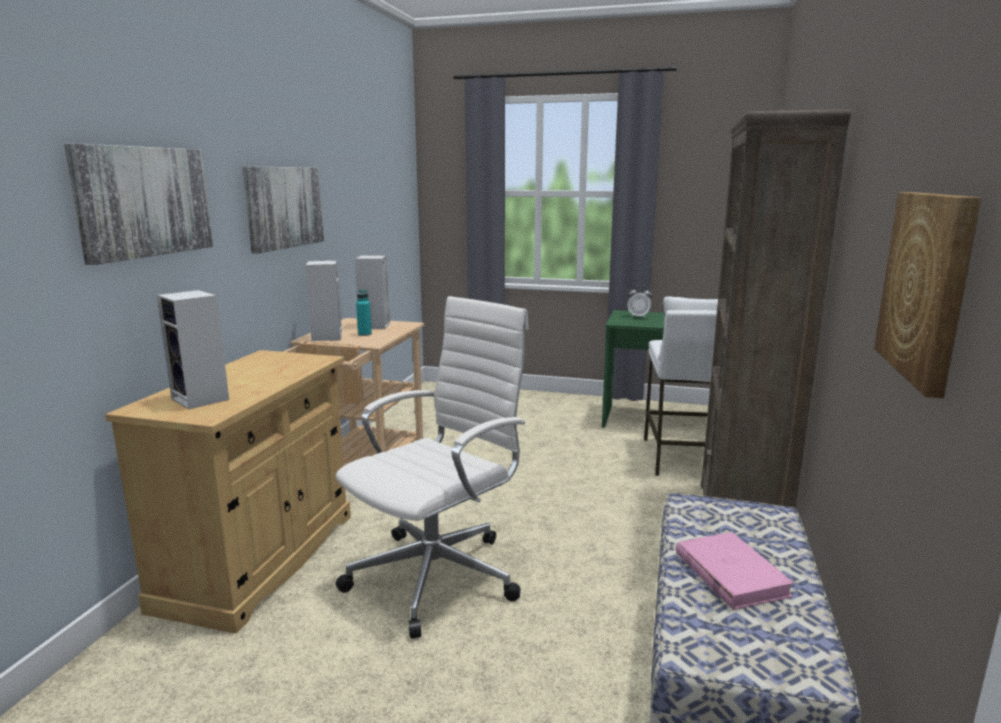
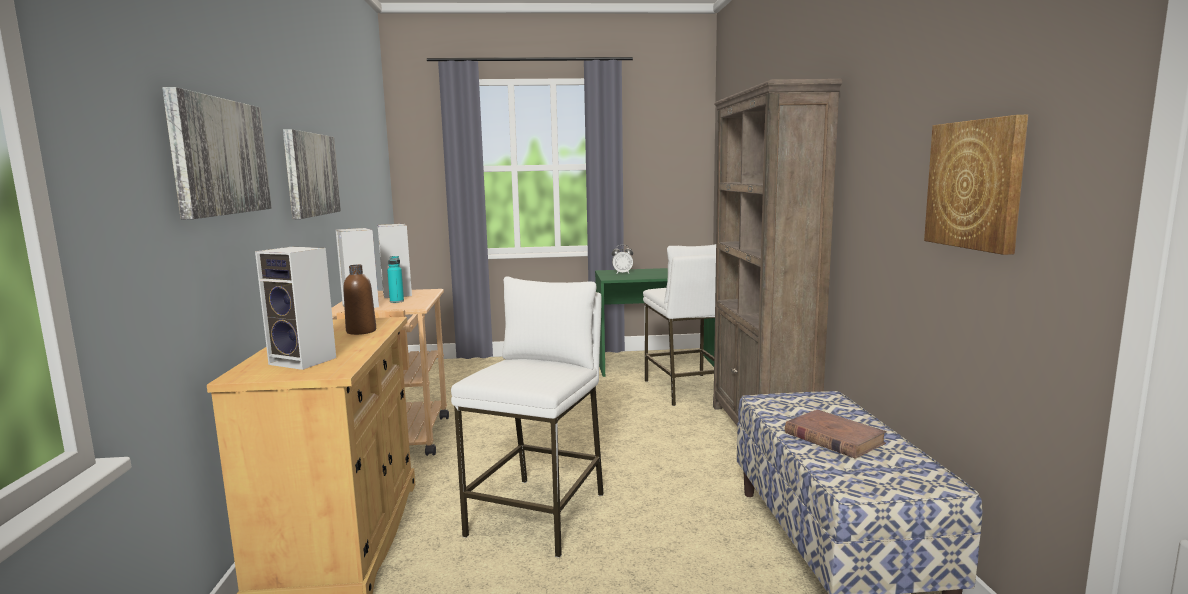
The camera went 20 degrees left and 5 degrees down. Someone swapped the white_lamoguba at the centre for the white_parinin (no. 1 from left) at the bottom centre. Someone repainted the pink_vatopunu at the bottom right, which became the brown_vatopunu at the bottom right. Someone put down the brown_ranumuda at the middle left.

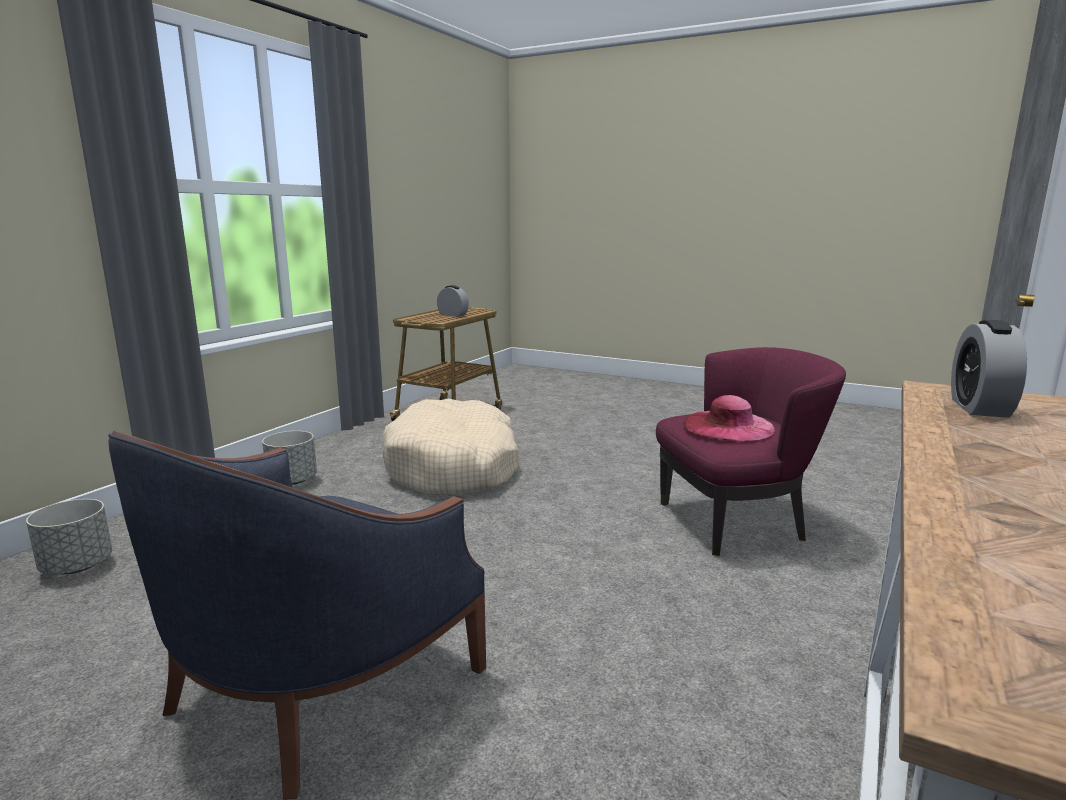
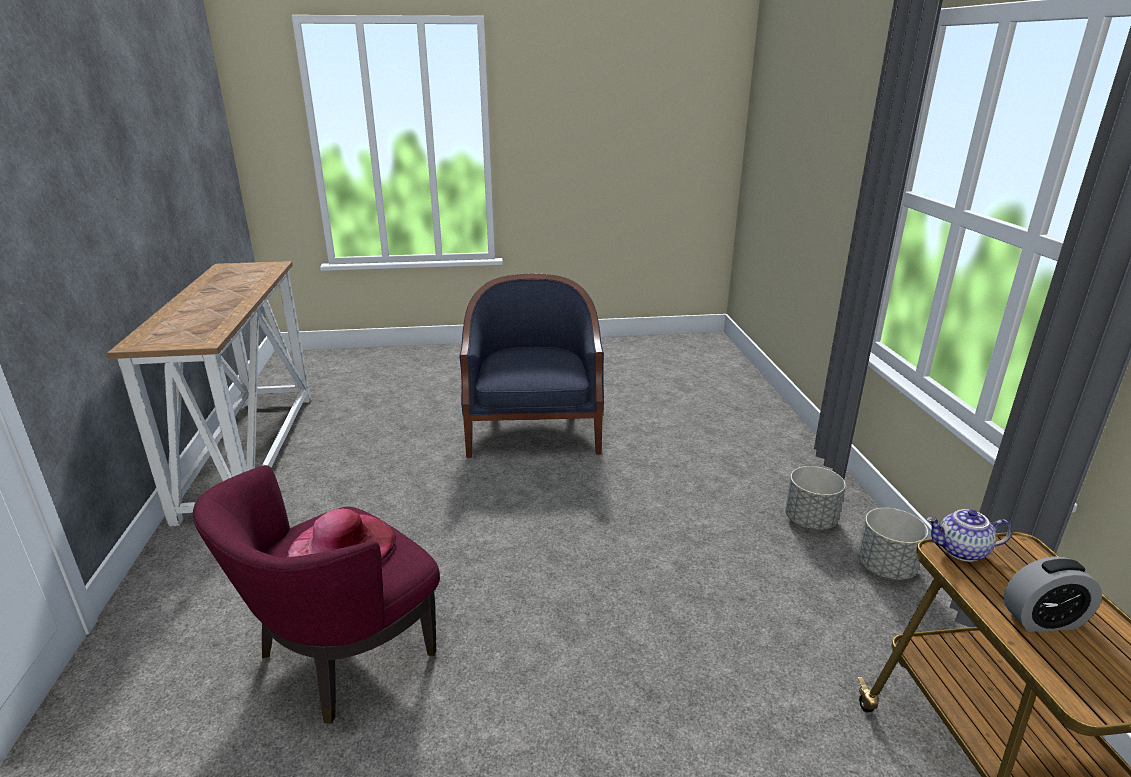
The camera went 145 degrees right and 10 degrees up. Someone carried the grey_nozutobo (no. 1 from left in the first image) from the bottom left to the bottom right. Someone took away the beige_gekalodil at the centre. Someone took away the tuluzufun (no. 2 from left) at the middle right. Someone put down the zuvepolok at the bottom right.

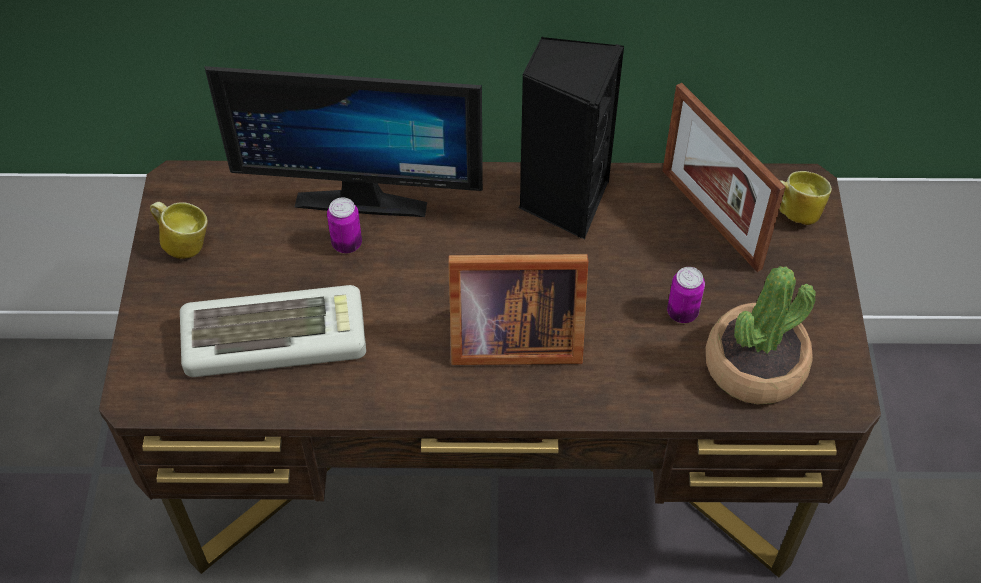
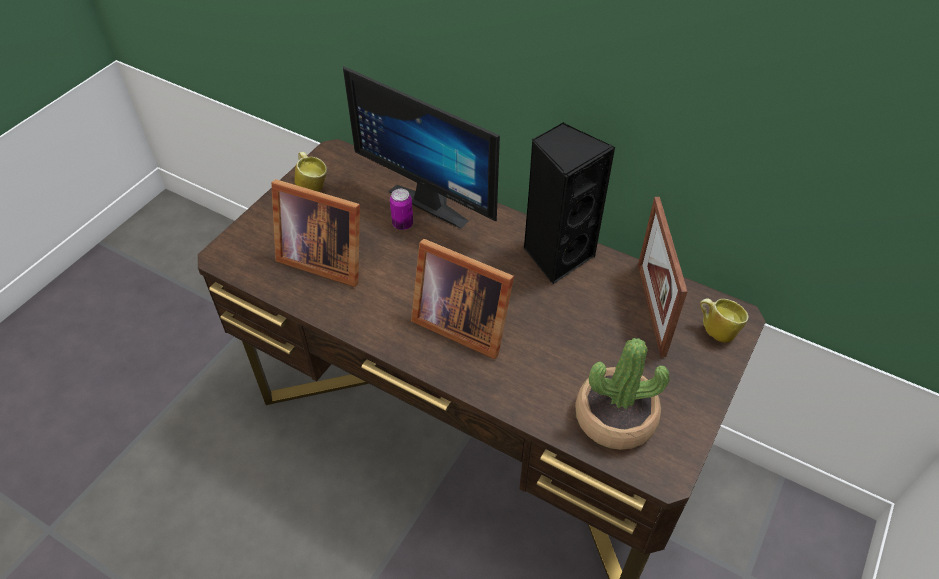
The camera went 30 degrees right and 5 degrees down. Someone swapped the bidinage at the middle left for the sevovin (no. 1 from left) at the centre. Someone took away the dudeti (no. 2 from left) at the middle right.

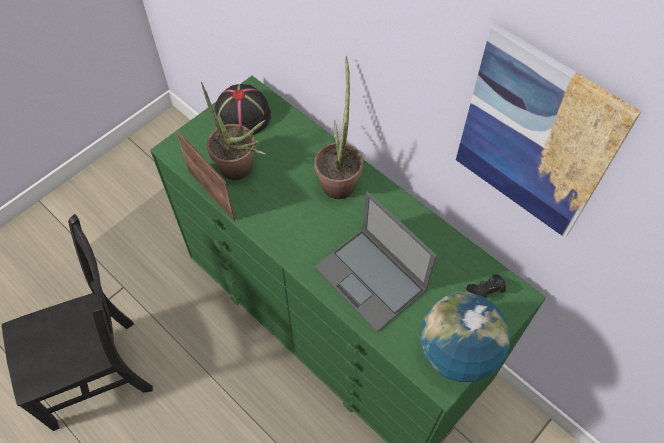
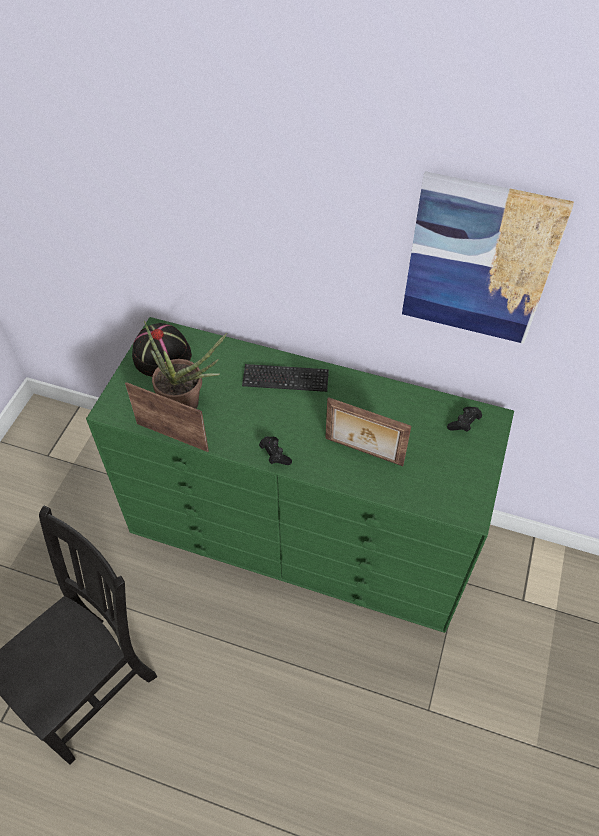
The camera went 25 degrees left and 5 degrees down. Someone swapped the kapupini (no. 2 from left) at the top centre for the bidinage at the centre. Someone swapped the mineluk at the centre for the sevovin (no. 2 from left) at the centre. Someone took away the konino at the bottom right. Someone put down the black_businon (no. 1 from left) at the centre.

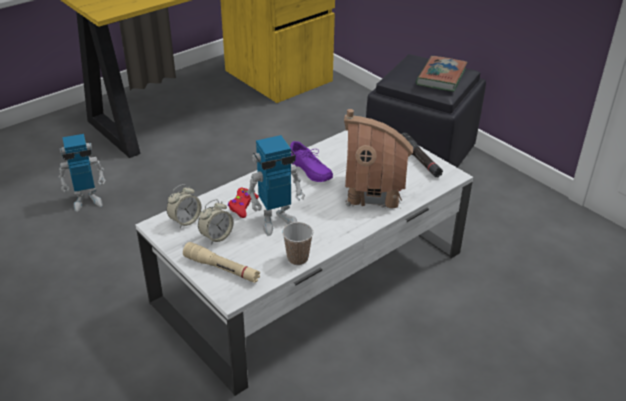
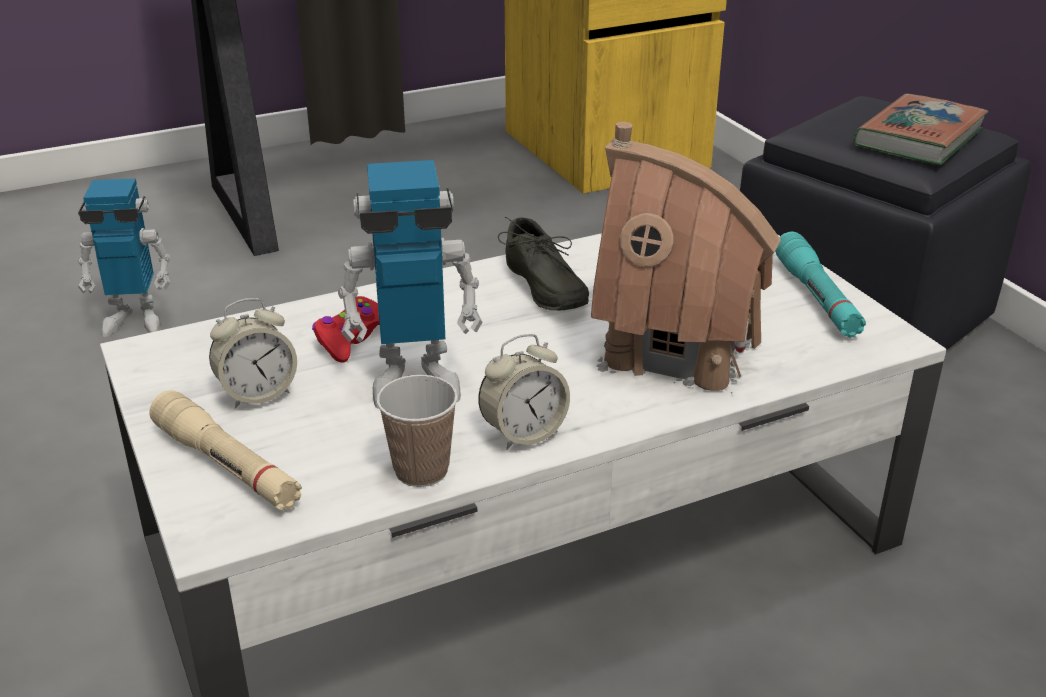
The camera went 15 degrees right and 5 degrees down. Someone carried the tuluzufun (no. 1 from left in the first image) from the middle left to the centre. Someone repainted the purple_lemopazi at the centre, which became the grey_lemopazi at the centre. Someone repainted the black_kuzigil at the middle right, which became the turquoise_kuzigil at the middle right.

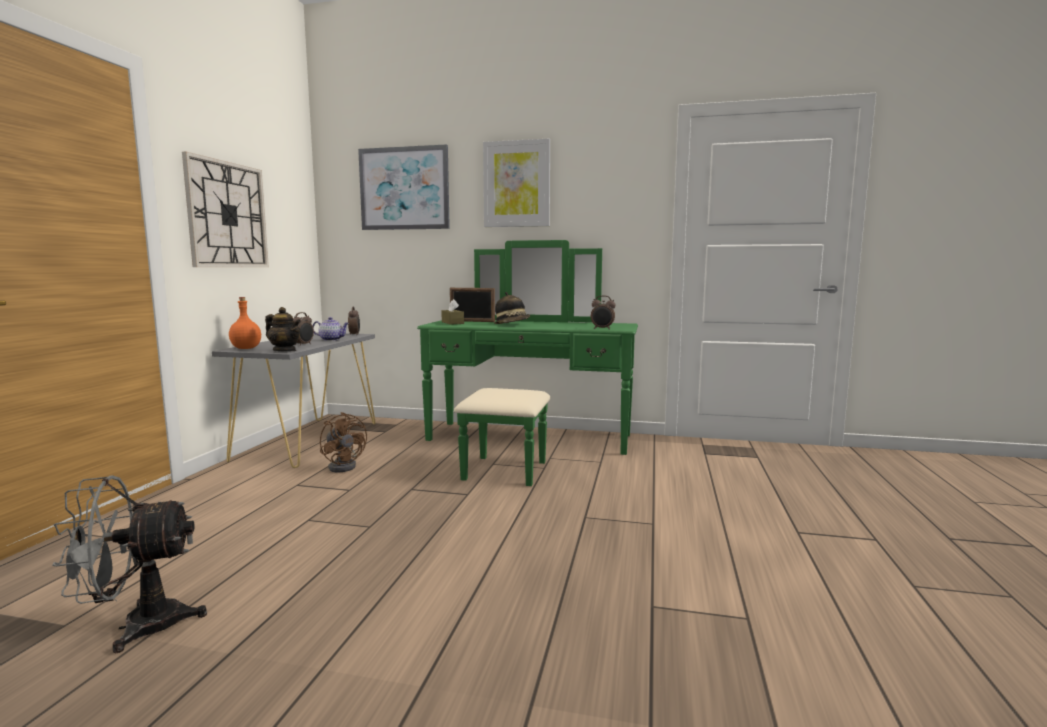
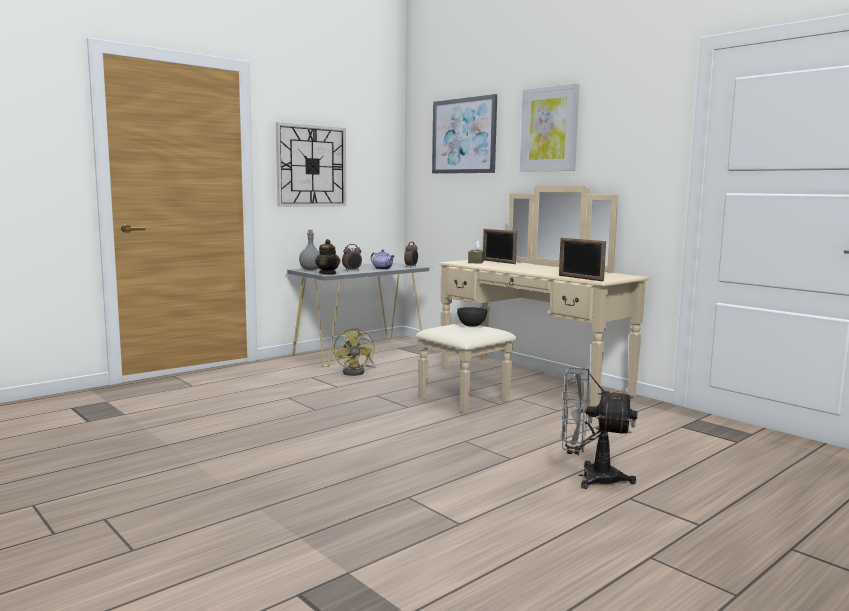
The camera went 35 degrees right and 0 degrees up. Someone carried the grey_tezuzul from the bottom left to the bottom right. Someone repainted the orange_ranumuda at the middle left, which became the grey_ranumuda at the centre. Someone repainted the brown_tezuzul at the middle left, which became the yellow_tezuzul at the centre. Someone repainted the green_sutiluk at the centre, which became the beige_sutiluk at the centre. Someone took away the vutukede at the centre. Someone swapped the tuluzufun (no. 3 from left) at the centre for the sevovin (no. 2 from left) at the middle right. Someone put down the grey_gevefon at the centre.

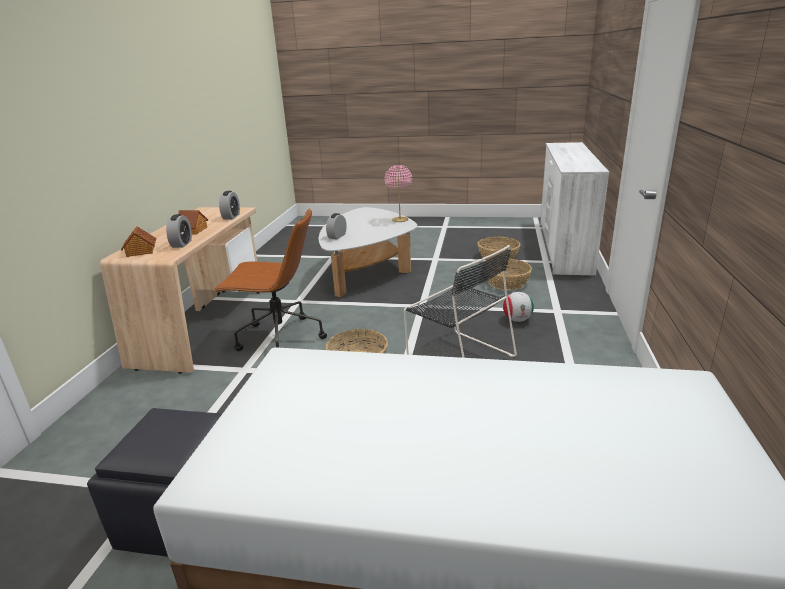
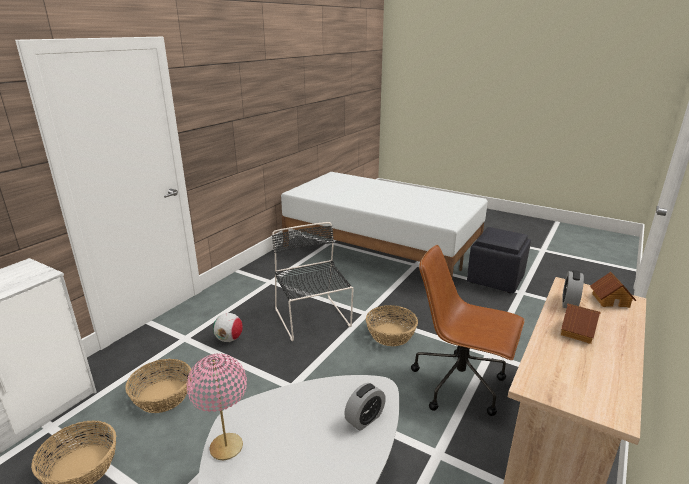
The camera went 160 degrees left and 0 degrees up. Someone took away the tuluzufun (no. 2 from left) at the middle left.

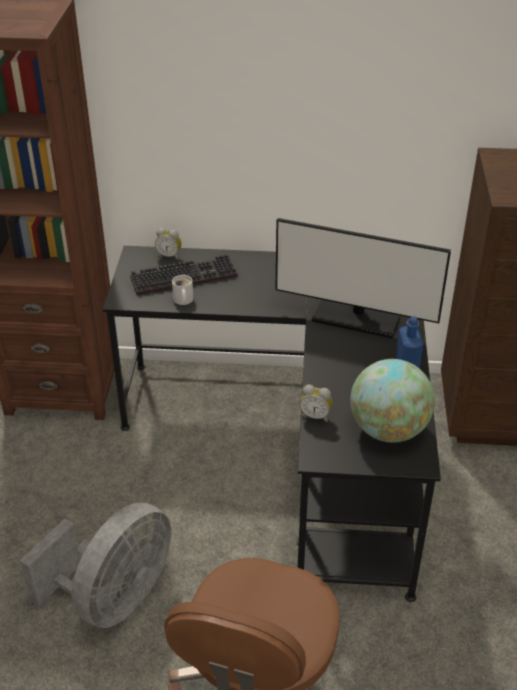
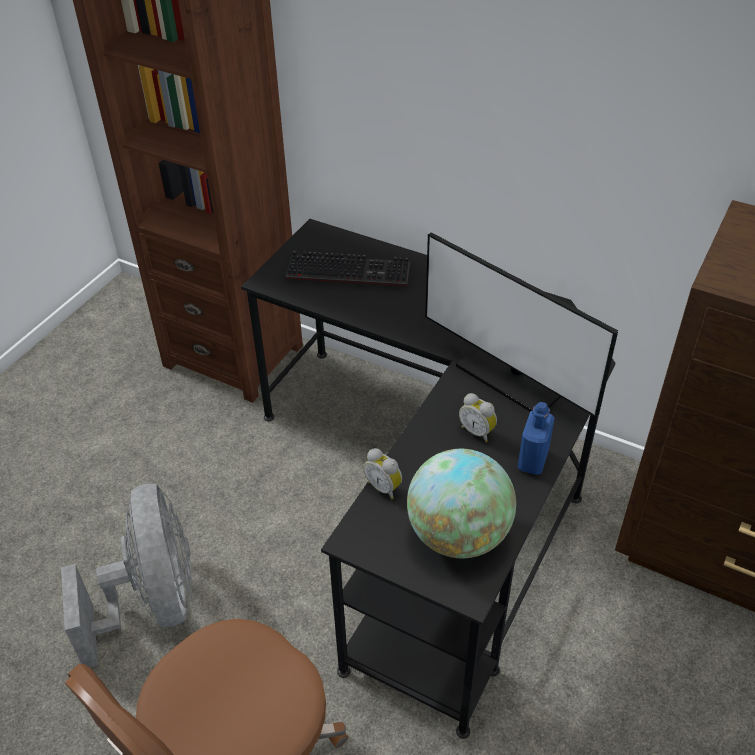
The camera went 25 degrees right and 5 degrees up. Someone rotated the grey_tezuzul at the bottom left by 75 degrees counterclockwise. Someone carried the tuluzufun (no. 1 from left in the first image) from the middle left to the centre. Someone took away the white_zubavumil at the centre.

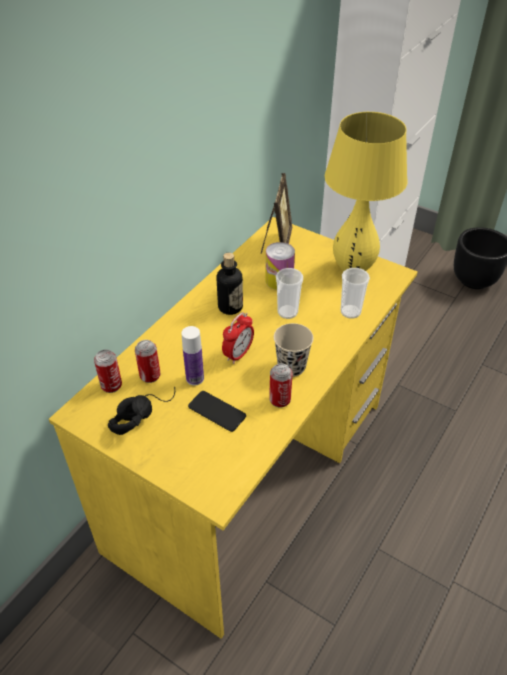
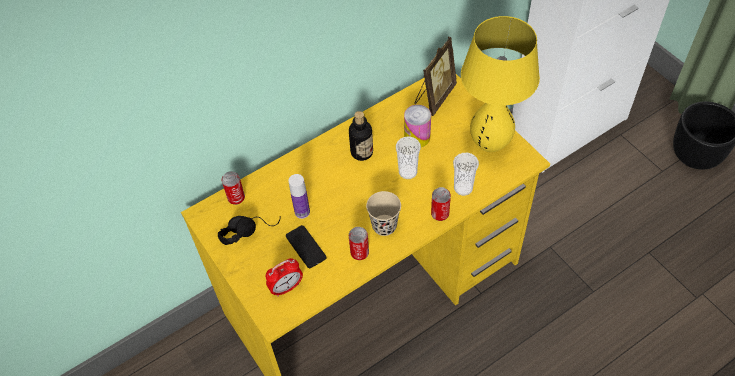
The camera went 25 degrees right and 10 degrees up. Someone carried the dudeti (no. 2 from left in the first image) from the middle left to the centre. Someone carried the tuluzufun from the centre to the bottom centre.

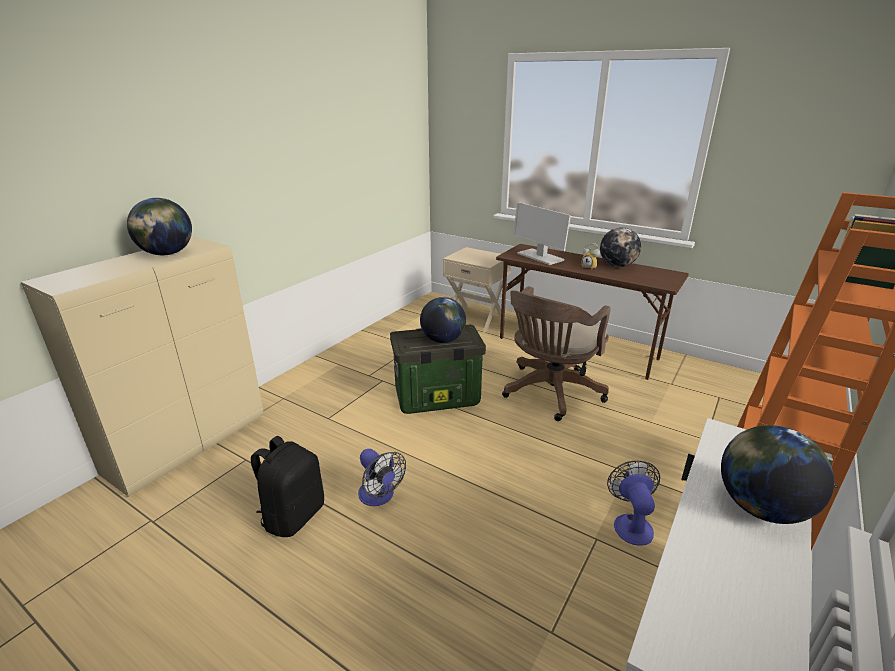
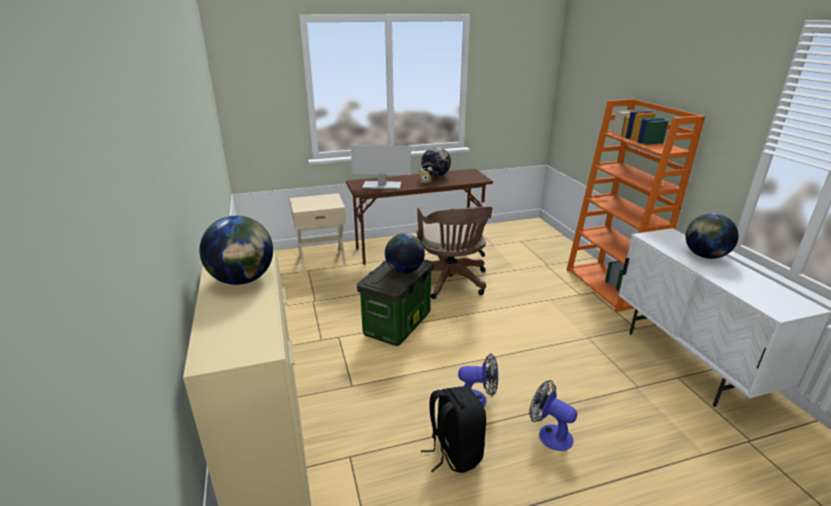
The camera went 50 degrees left and 0 degrees up. Someone carried the tezuzul (no. 2 from left) from the bottom right to the bottom centre.

